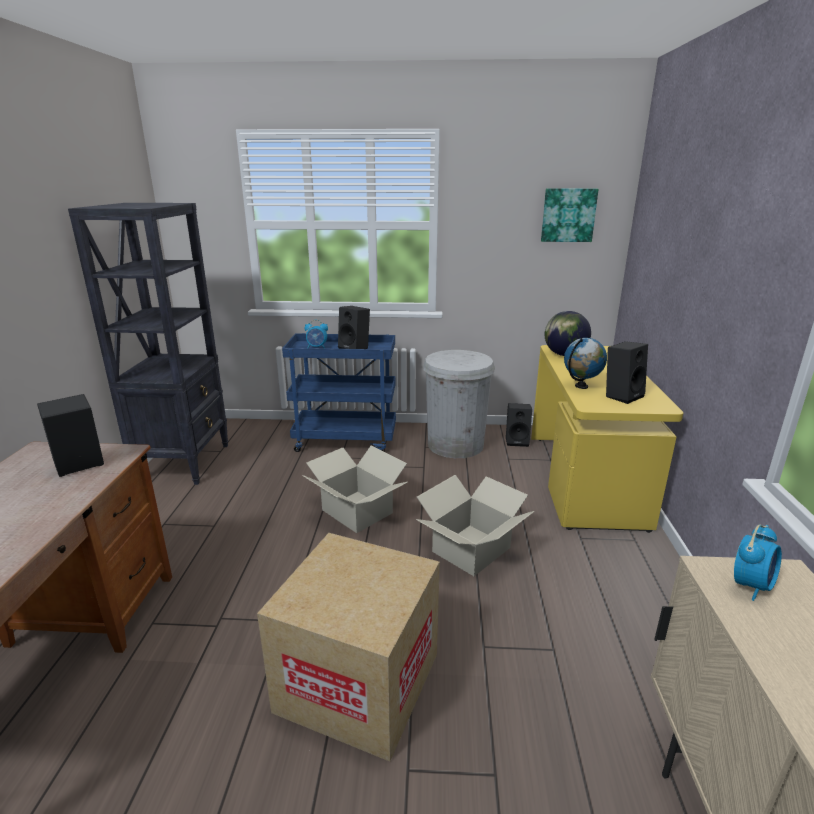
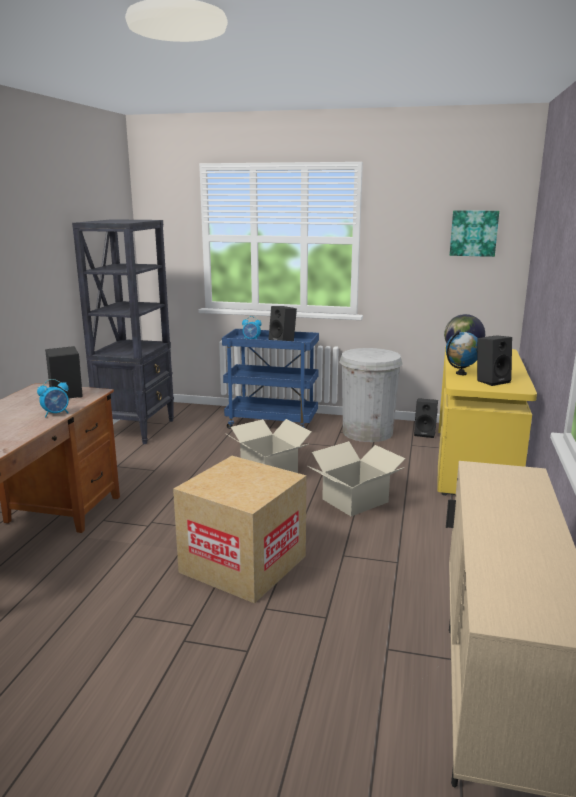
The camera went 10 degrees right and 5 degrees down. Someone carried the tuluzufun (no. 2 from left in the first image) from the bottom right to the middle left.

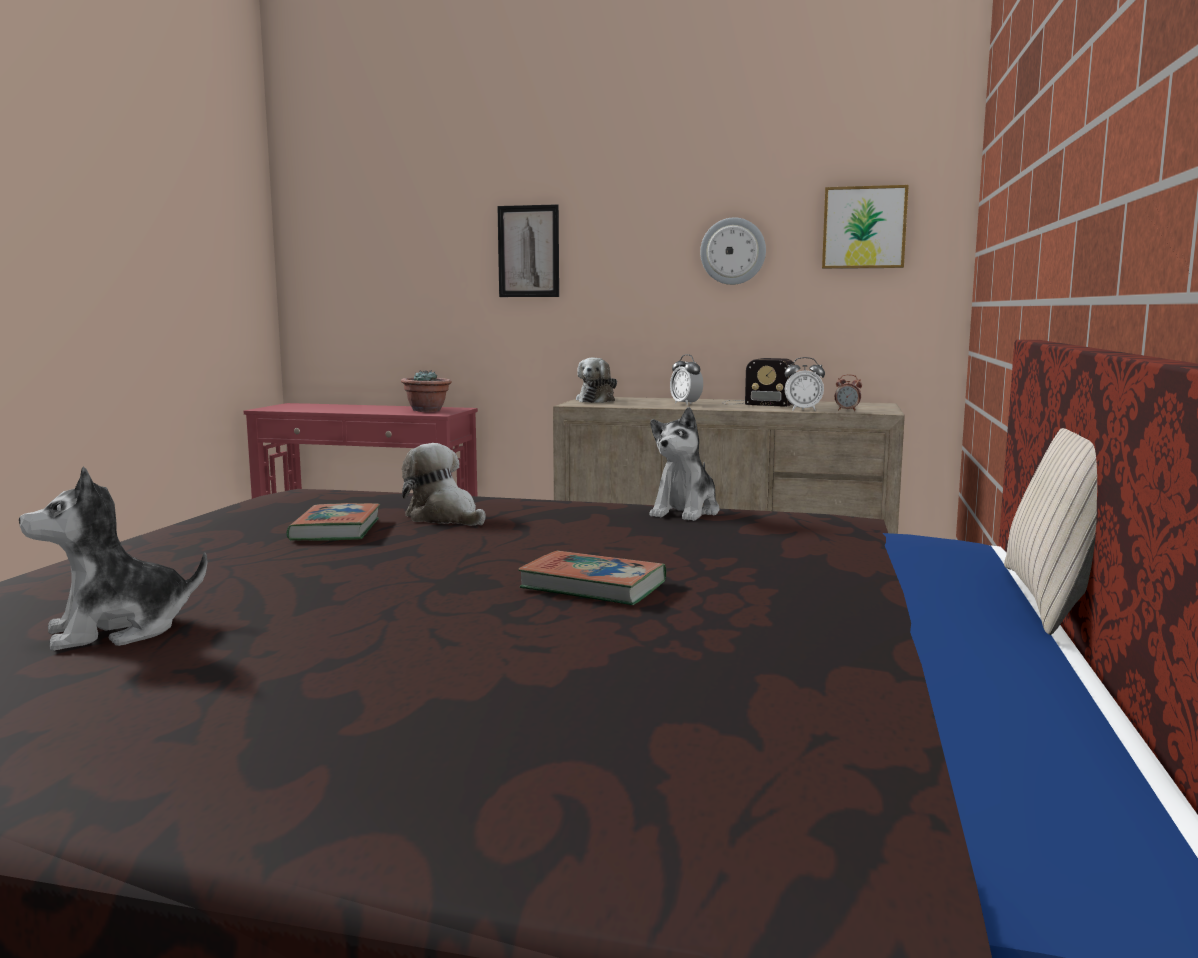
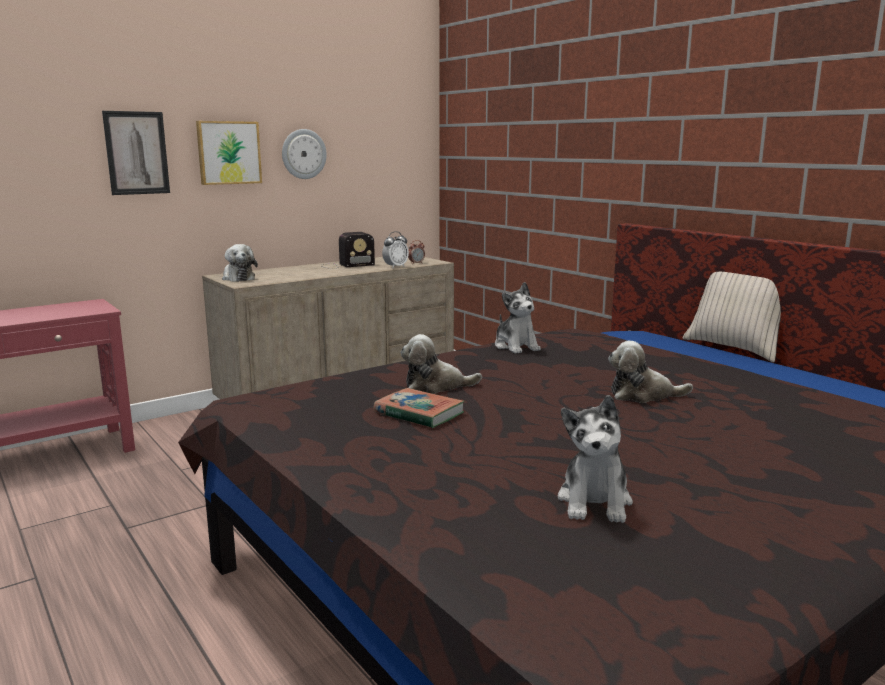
The camera went 50 degrees left and 5 degrees up. Someone took away the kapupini at the centre. Someone swapped the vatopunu (no. 2 from left) at the centre for the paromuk (no. 5 from left) at the middle right. Someone took away the tuluzufun (no. 1 from left) at the centre. Someone carried the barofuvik (no. 2 from left) from the top right to the top left.

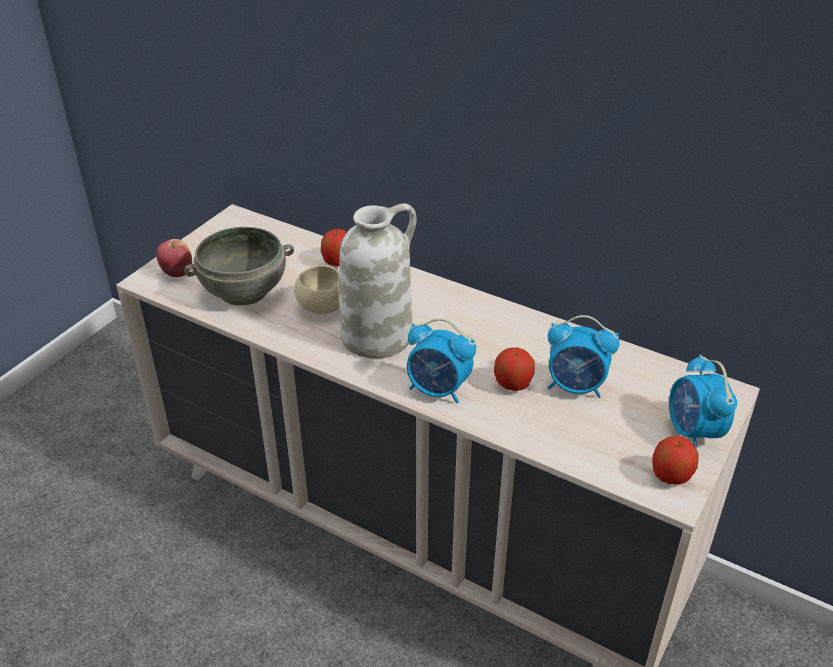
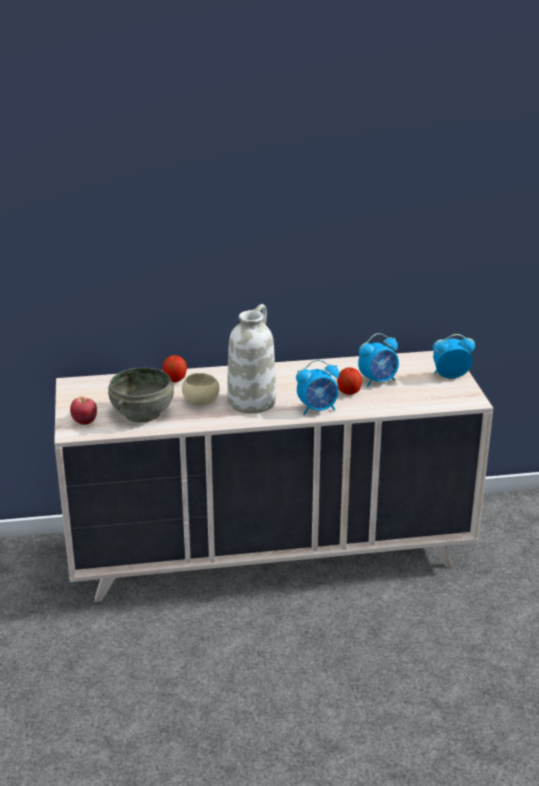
The camera went 40 degrees left and 10 degrees down. Someone took away the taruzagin (no. 4 from left) at the bottom right. Someone rotated the tuluzufun (no. 3 from left) at the middle right by 135 degrees clockwise.

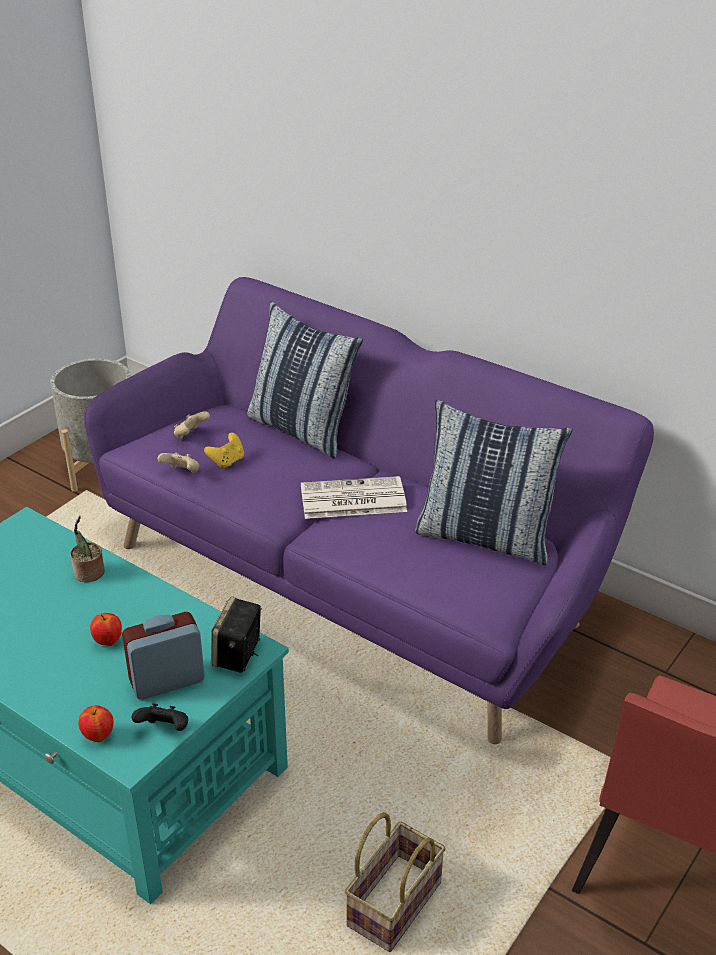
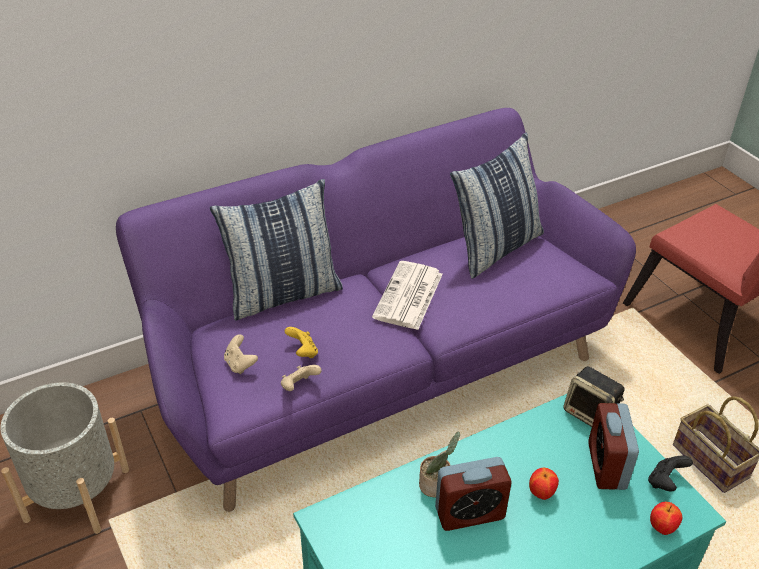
The camera went 65 degrees left and 5 degrees up. Someone put down the tuluzufun (no. 1 from left) at the bottom centre.

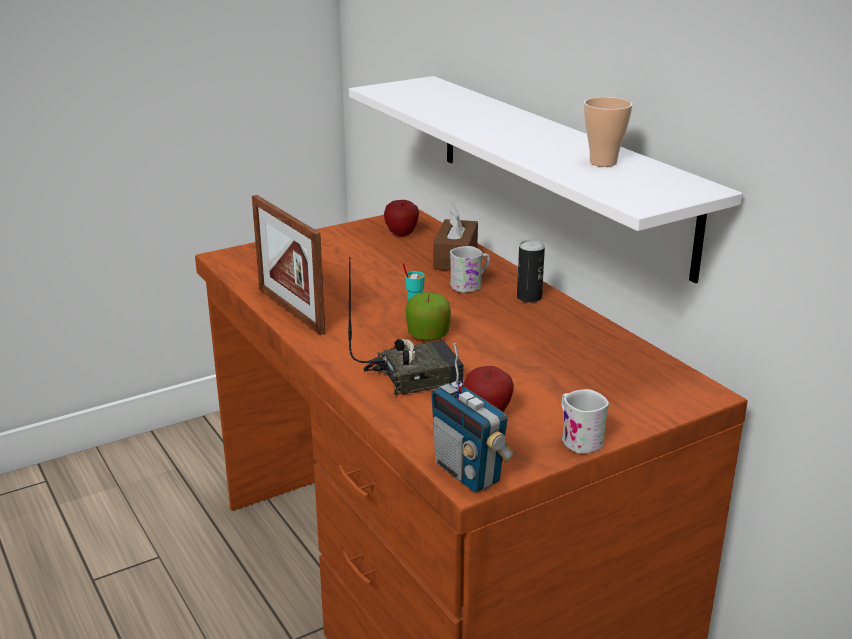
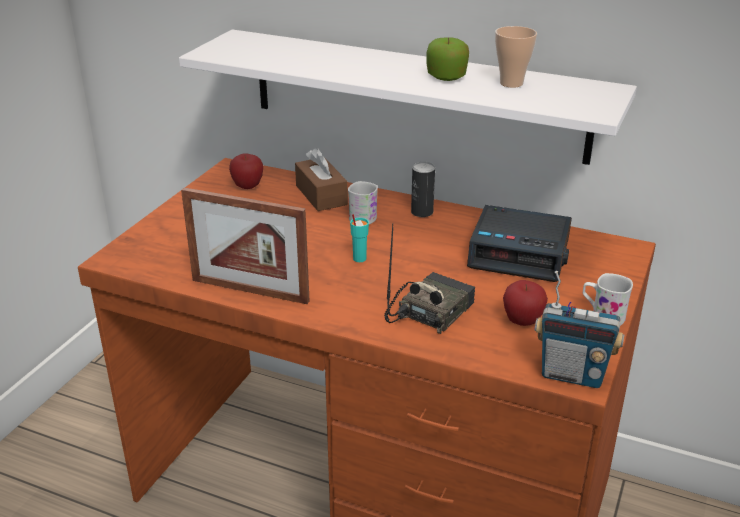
The camera went 35 degrees left and 5 degrees up. Someone carried the taruzagin (no. 2 from left) from the centre to the top centre. Someone put down the tuluzufun at the middle right.

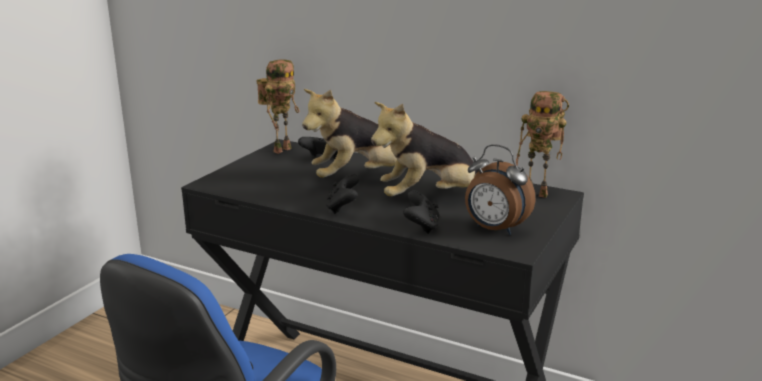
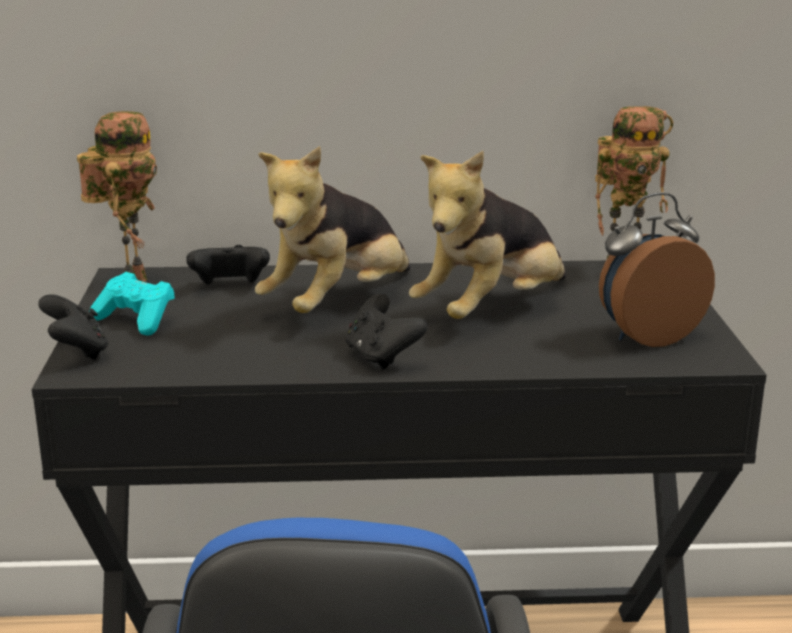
The camera went 30 degrees left and 0 degrees up. Someone carried the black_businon (no. 3 from left in the first image) from the centre to the middle left. Someone rotated the tuluzufun at the centre by 150 degrees clockwise. Someone put down the turquoise_businon at the middle left.

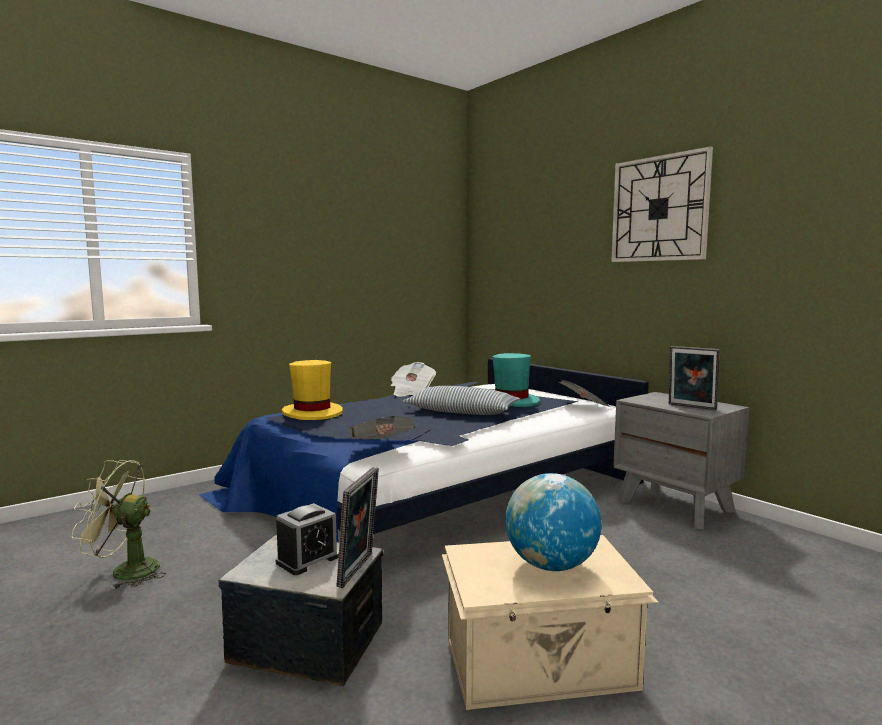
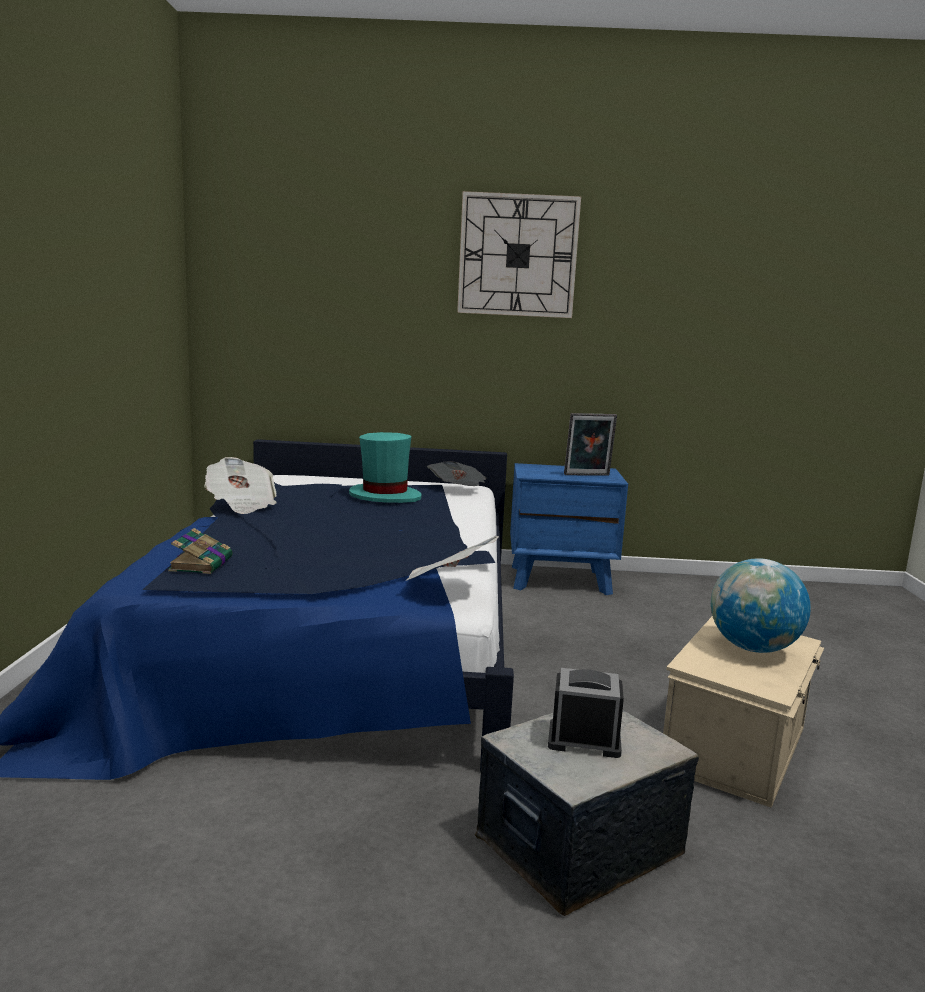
The camera went 50 degrees left and 5 degrees up. Someone took away the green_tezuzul at the bottom left. Someone rotated the tuluzufun at the bottom centre by 75 degrees counterclockwise. Someone swapped the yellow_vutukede at the centre for the vatopunu at the middle left. Someone took away the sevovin (no. 1 from left) at the bottom centre. Someone took away the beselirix at the centre. Someone repainted the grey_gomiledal at the middle right, which became the blue_gomiledal at the centre.

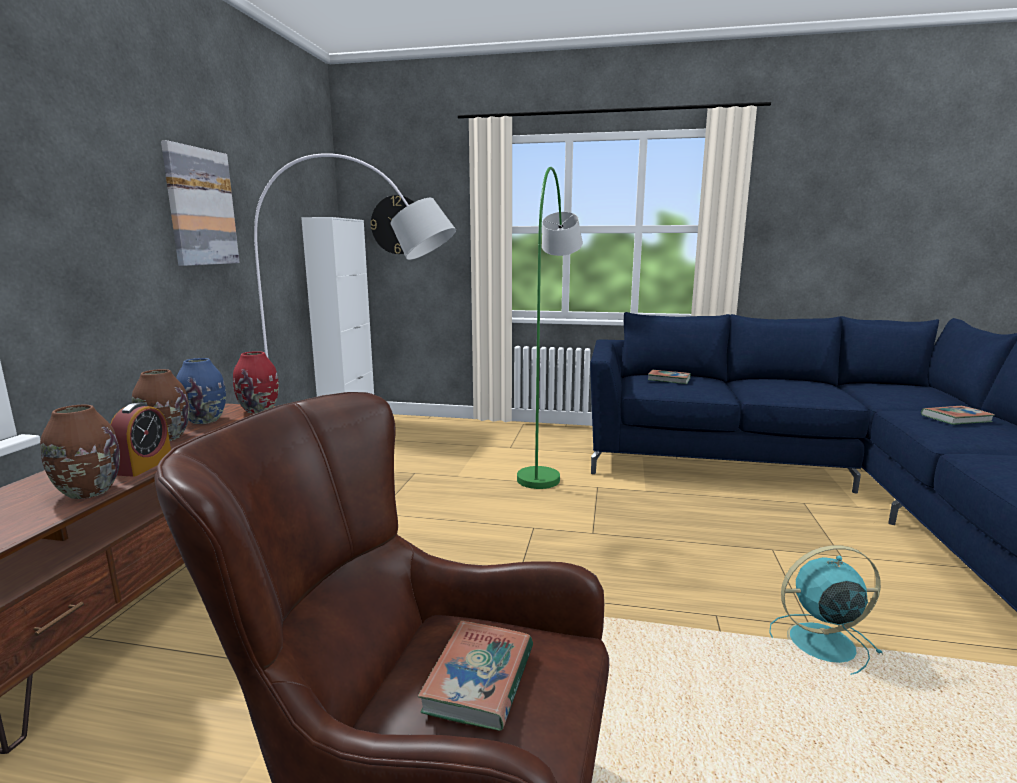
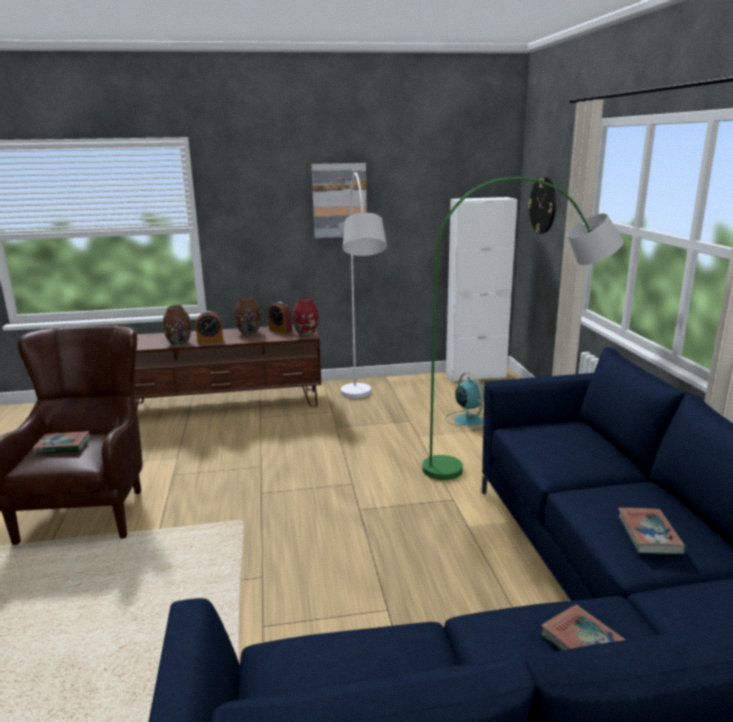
The camera went 70 degrees right and 5 degrees up. Someone swapped the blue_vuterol at the middle left for the tuluzufun (no. 2 from left) at the centre. Someone carried the vatopunu (no. 2 from left in the first image) from the centre to the bottom right. Someone carried the turquoise_tezuzul from the bottom right to the centre.

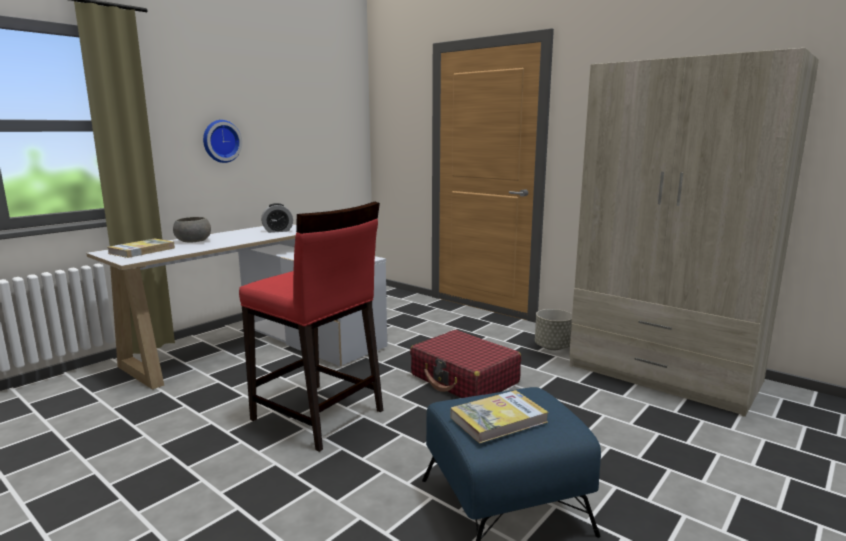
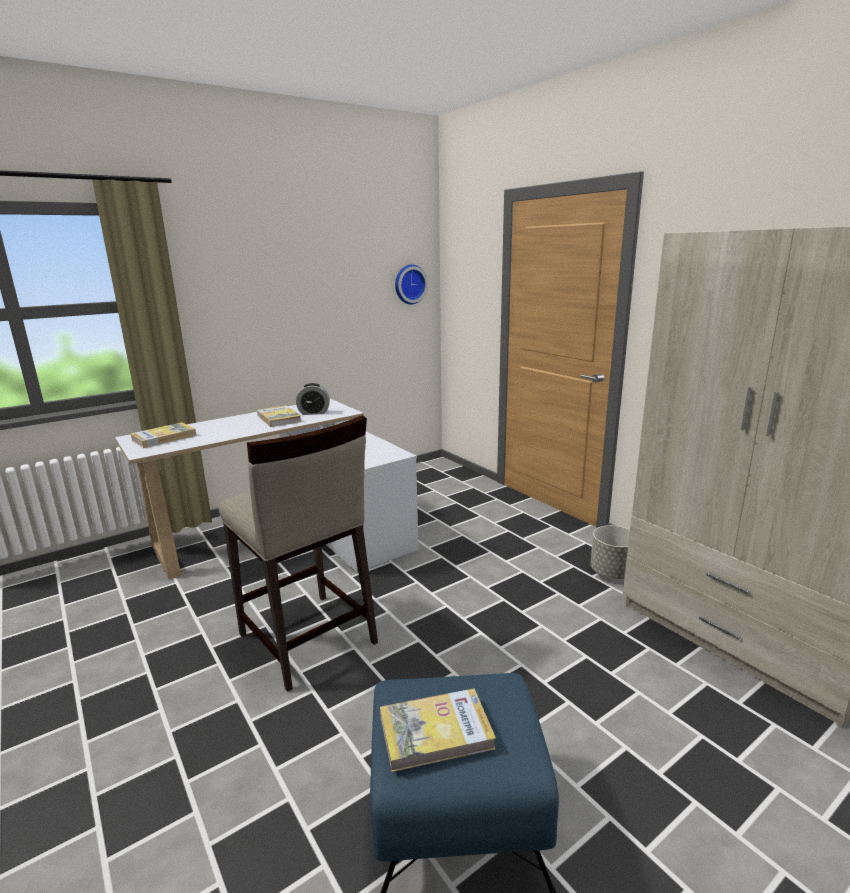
The camera went 15 degrees right and 5 degrees up. Someone took away the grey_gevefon at the middle left. Someone carried the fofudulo from the top left to the top centre. Someone repainted the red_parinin at the centre, which became the beige_parinin at the centre. Someone took away the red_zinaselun at the bottom centre. Someone put down the vatopunu (no. 2 from left) at the middle left.

